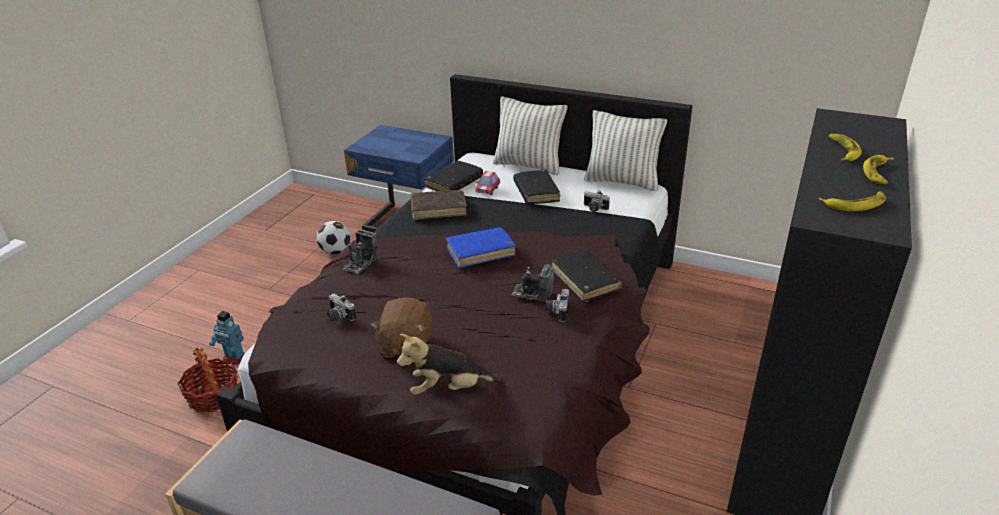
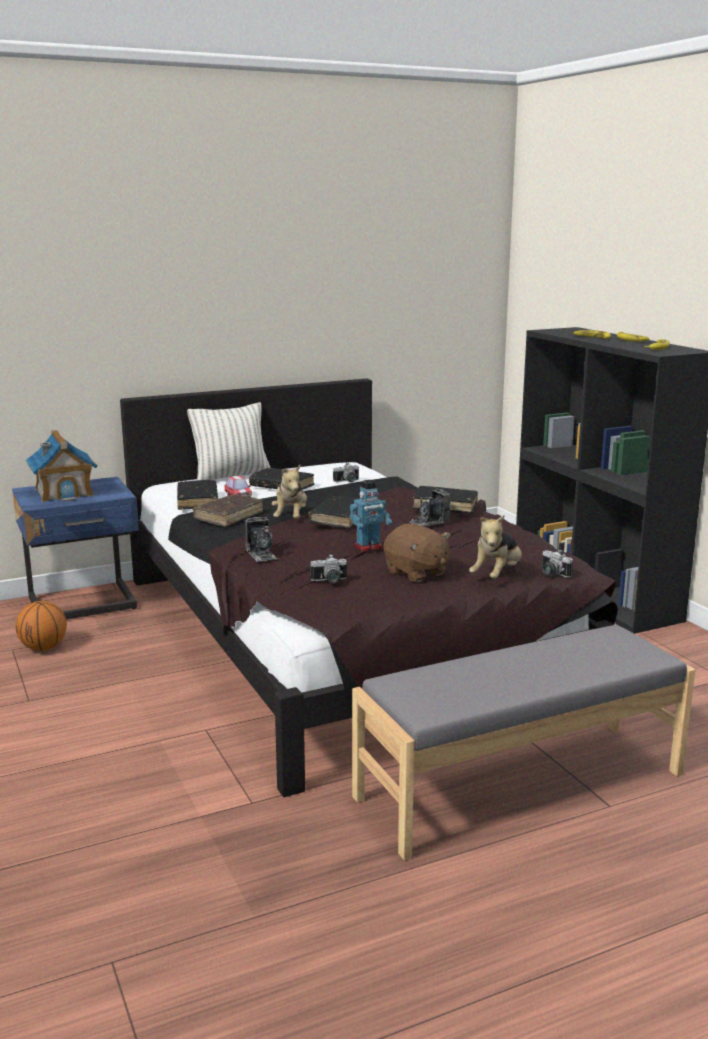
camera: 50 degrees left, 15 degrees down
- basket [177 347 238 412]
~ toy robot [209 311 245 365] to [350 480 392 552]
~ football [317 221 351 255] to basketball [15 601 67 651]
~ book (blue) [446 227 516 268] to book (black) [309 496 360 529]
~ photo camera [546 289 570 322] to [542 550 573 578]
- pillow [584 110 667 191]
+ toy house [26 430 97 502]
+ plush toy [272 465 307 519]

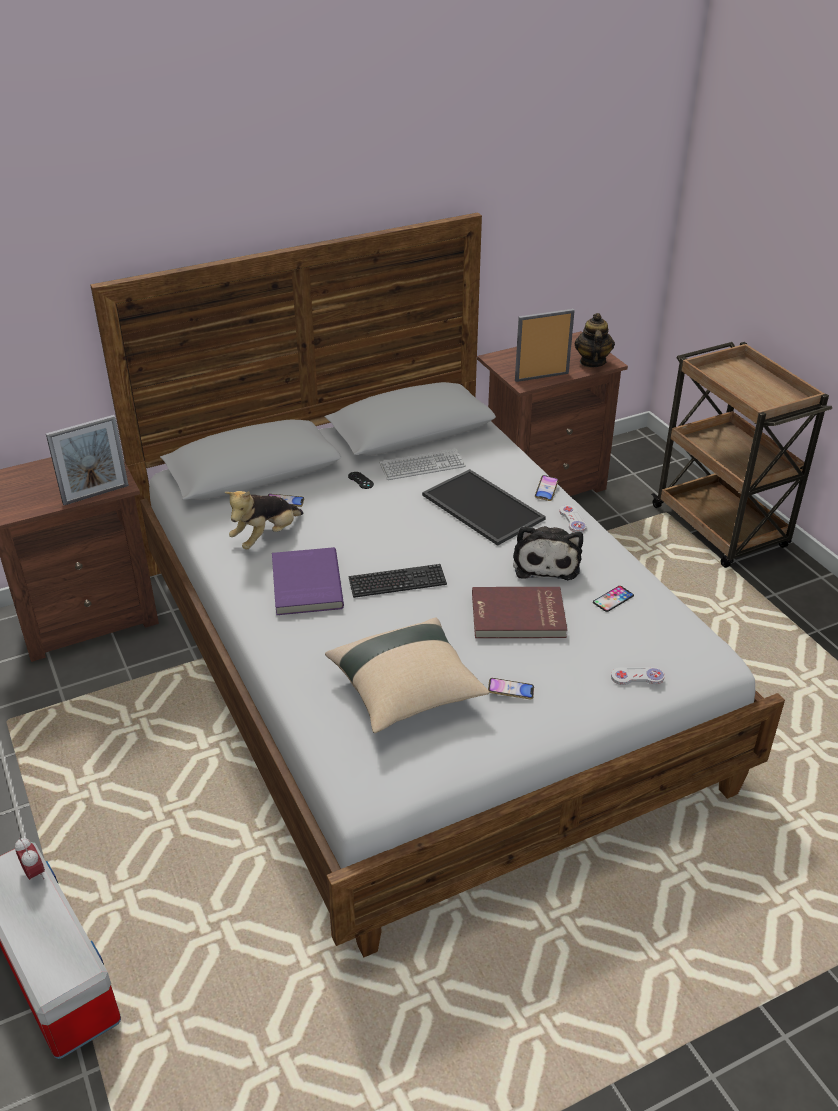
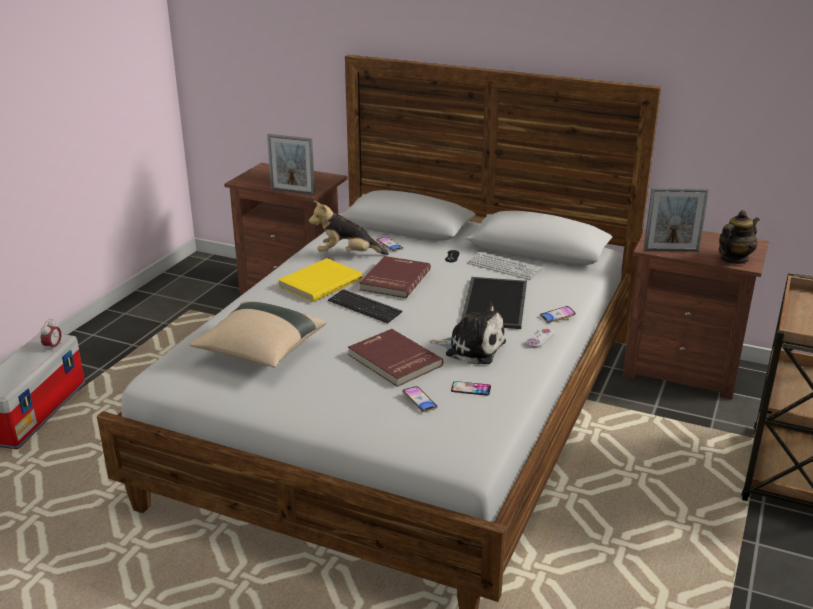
camera: 50 degrees right, 10 degrees down
~ book (purple) [272 547 344 615] to book (yellow) [278 258 362 302]
~ phone [488 678 534 699] to [402 386 437 412]
~ plush toy [513 526 583 580] = [430 302 506 364] 120 degrees counterclockwise
~ picture frame [515 309 575 382] = [644 187 709 252] 150 degrees clockwise
- game controller (white) [611 667 665 685]
+ book (red) [359 256 431 298]

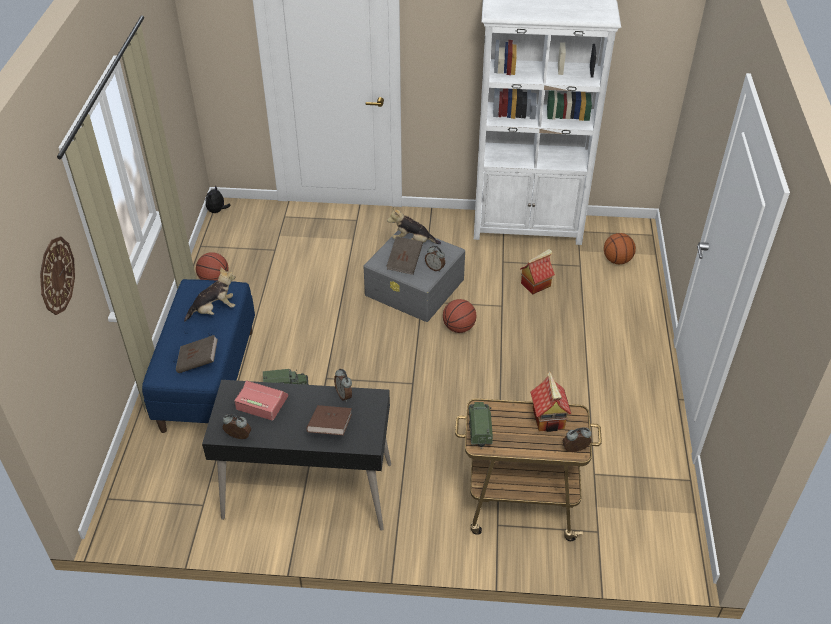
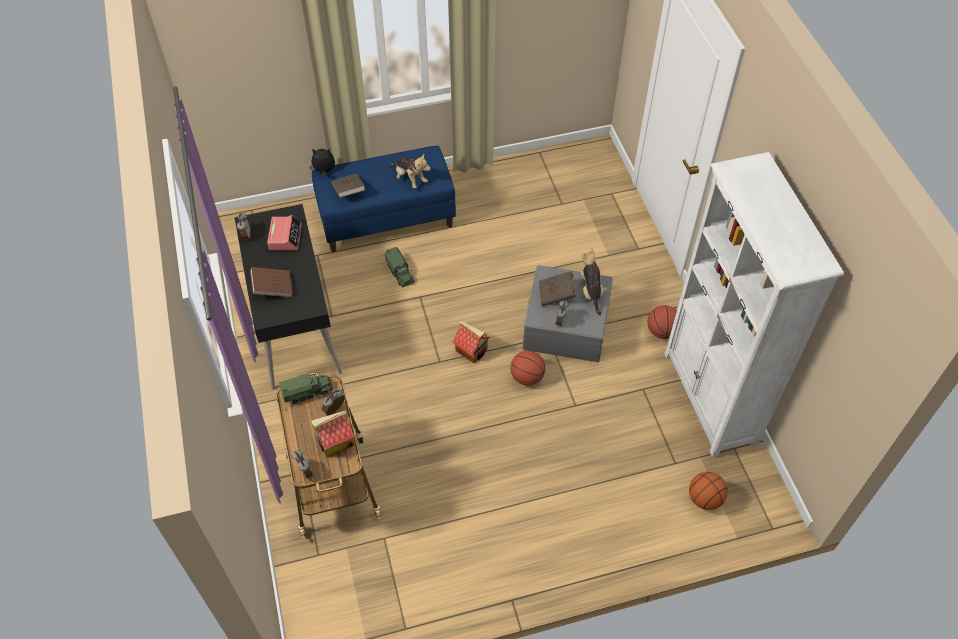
camera: 70 degrees right, 10 degrees up
- wall clock [40 236 75 315]
~ basketball [196 252 228 281] to [647 305 677 339]
~ plush toy [206 185 231 214] to [310 148 335 177]
~ alarm clock [334 369 352 402] to [322 389 345 415]
~ toy house [520 249 555 295] to [453 320 490 364]

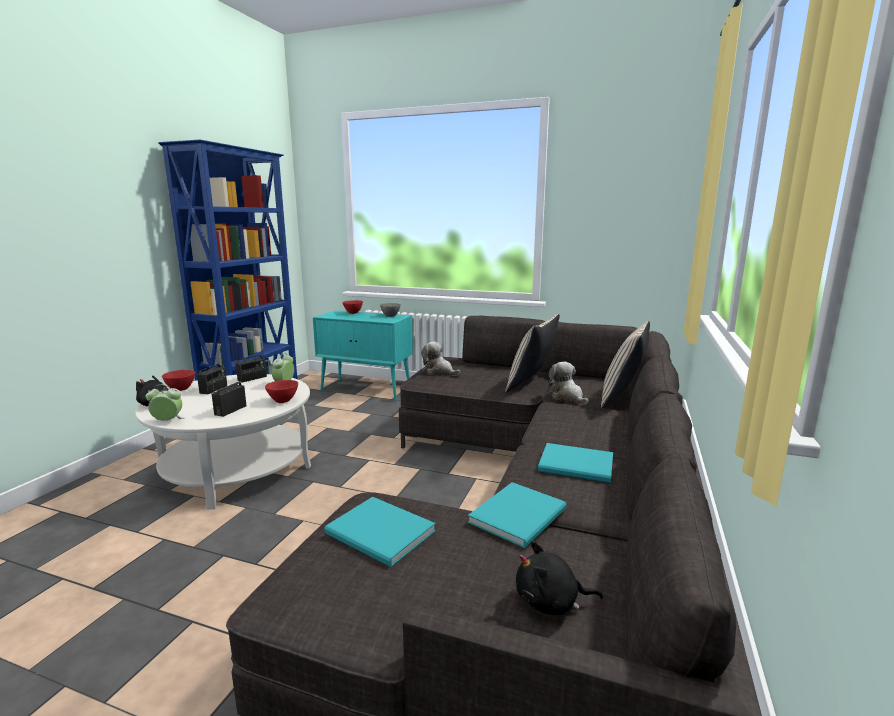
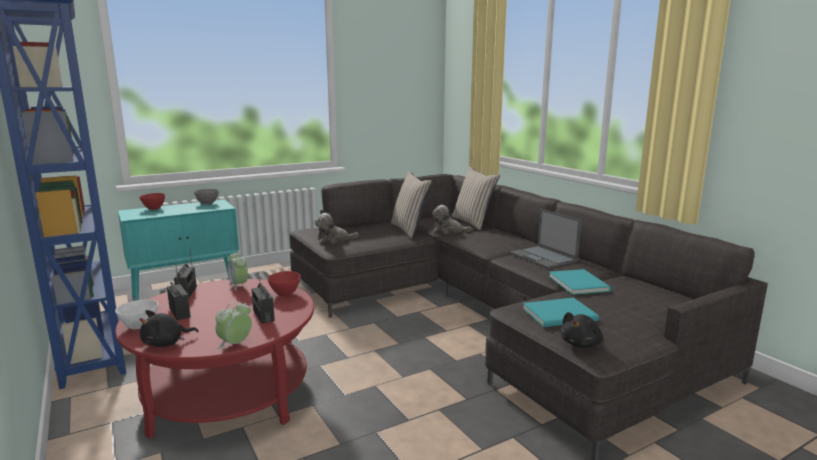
camera: 50 degrees left, 0 degrees up
~ coffee table (white) [135 374 311 510] to coffee table (red) [115 279 314 439]
~ bowl (red) [162 370 195 391] to bowl (white) [115 300 158 330]
~ plush toy (black) [516 541 603 615] to [561 312 603 348]
~ book (turquoise) [538 443 613 483] to laptop [509 209 581 269]

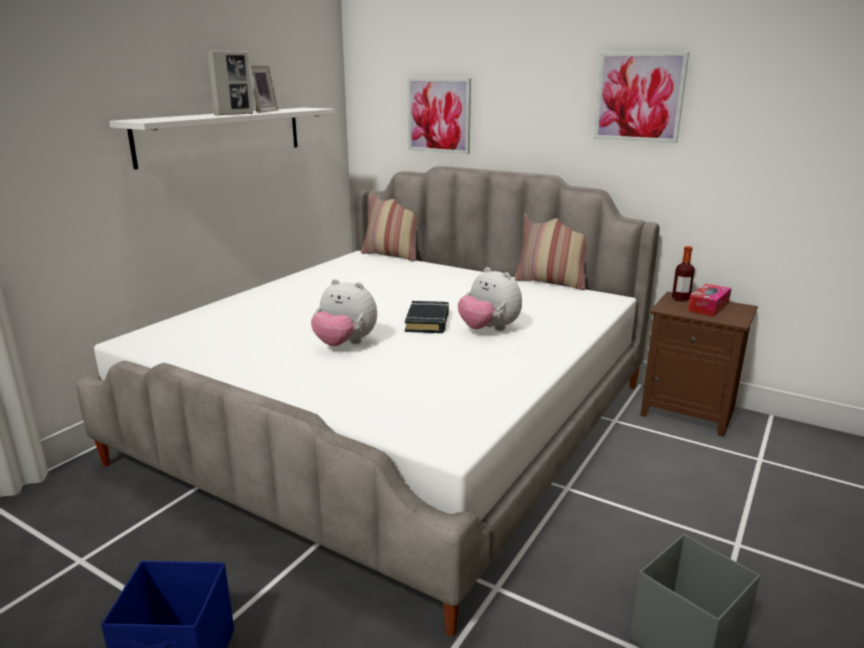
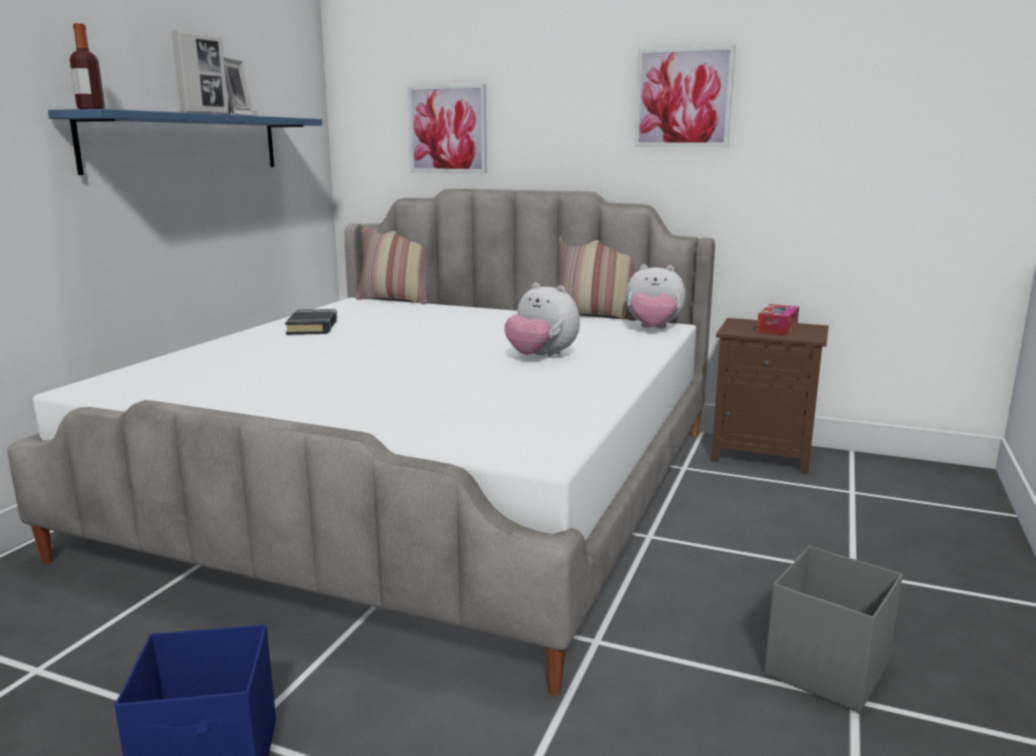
camera: 10 degrees left, 5 degrees down
~ shelf (white) [109 108 335 169] to shelf (blue) [48 109 322 175]
~ plush toy [311 279 377 346] to [626 264 686 328]
~ book (black) [405 301 449 333] to [285 309 337 335]
~ bottle [672 246 695 302] to [70 23 105 109]

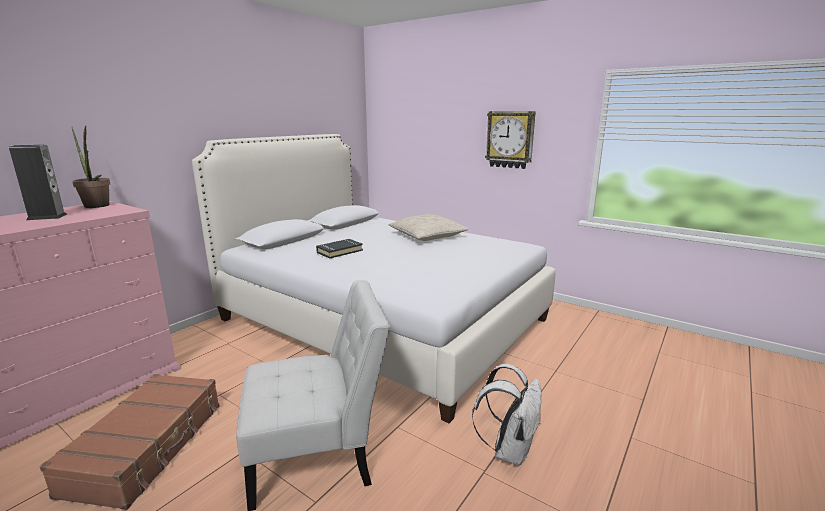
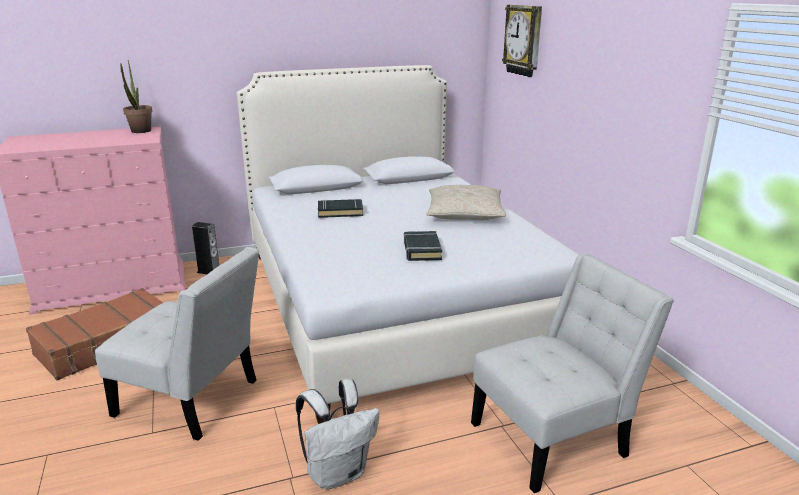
camera: 35 degrees right, 5 degrees up
~ speaker [9 145 67 220] to [192 222 219 274]
~ wall clock [485 111 536 169] to [502 5 542 77]
+ book (black) [404 231 442 261]
+ chair (white) [471 254 674 493]

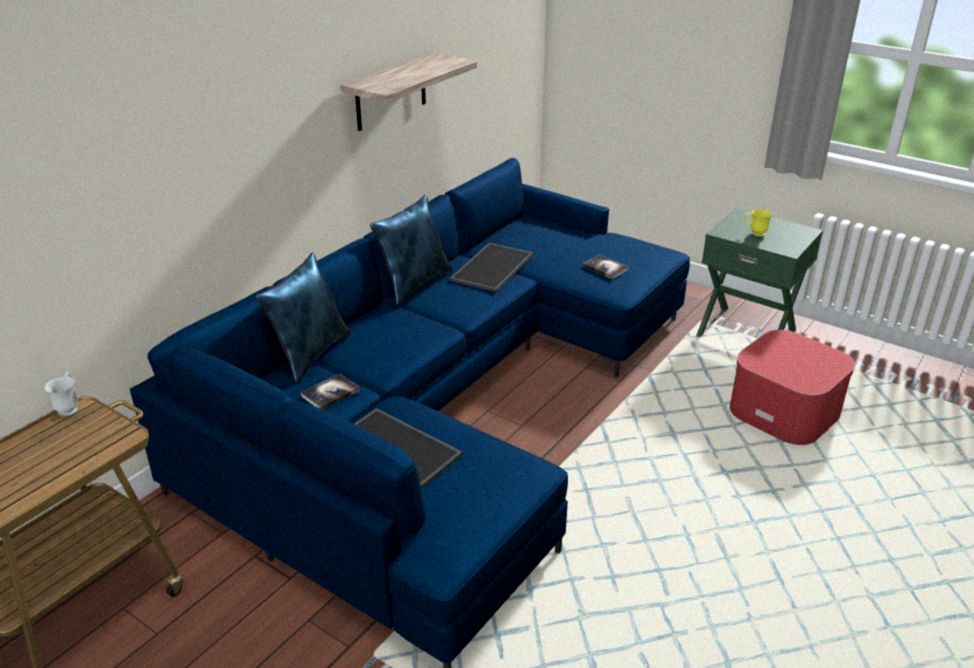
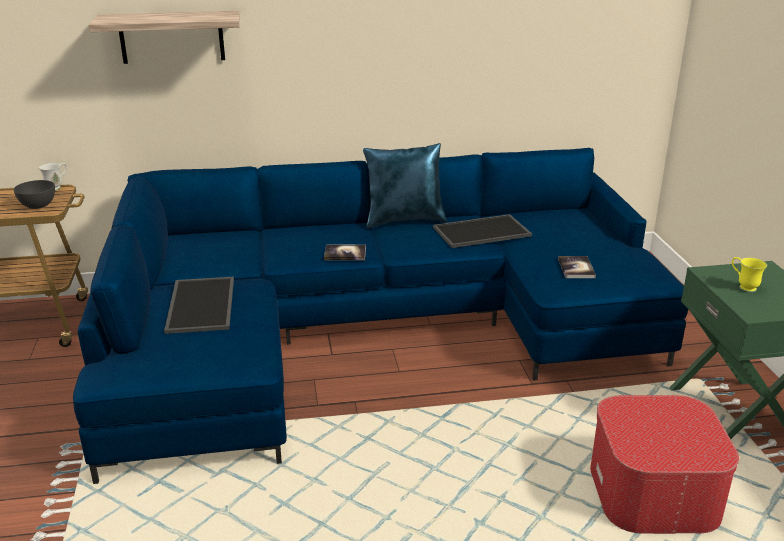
camera: 45 degrees right, 5 degrees down
- pillow (blue) [256 253 351 384]
~ book [301 374 360 409] to [324 244 366 260]
~ shelf [341 52 477 131] to [88 11 240 64]
+ bowl (grey) [14 180 55 209]

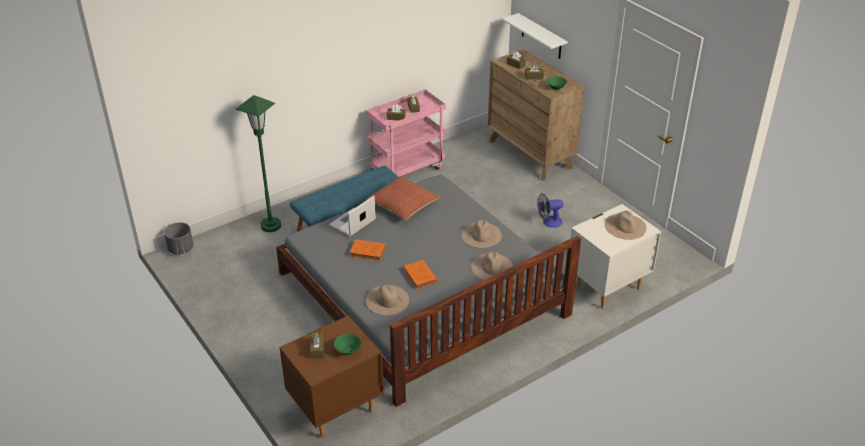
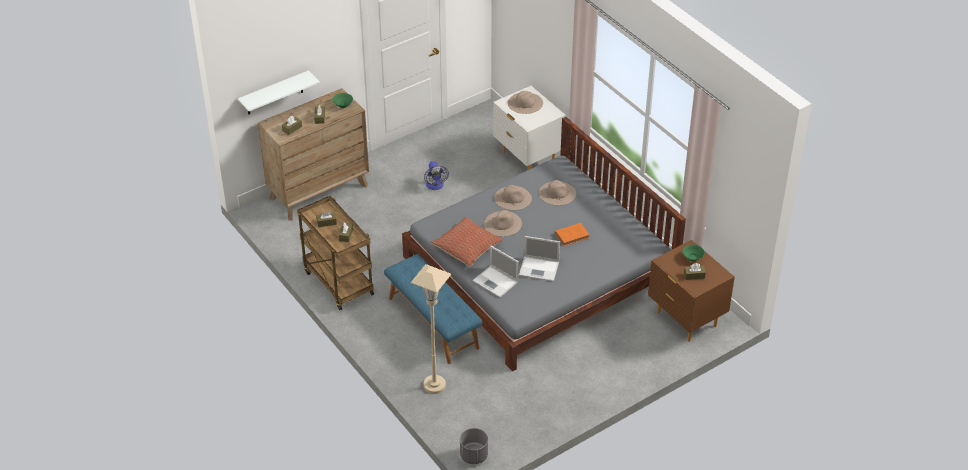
camera: 90 degrees left, 5 degrees up
~ floor lamp (green) [235 95 281 232] to floor lamp (beige) [411 264 451 394]
~ book (orange) [350 240 386 261] to laptop [519 236 560 281]
~ hat (beige) [365 285 409 315] to [484 210 522 237]
~ cart (pink) [366 89 446 177] to cart (brown) [297 196 374 310]

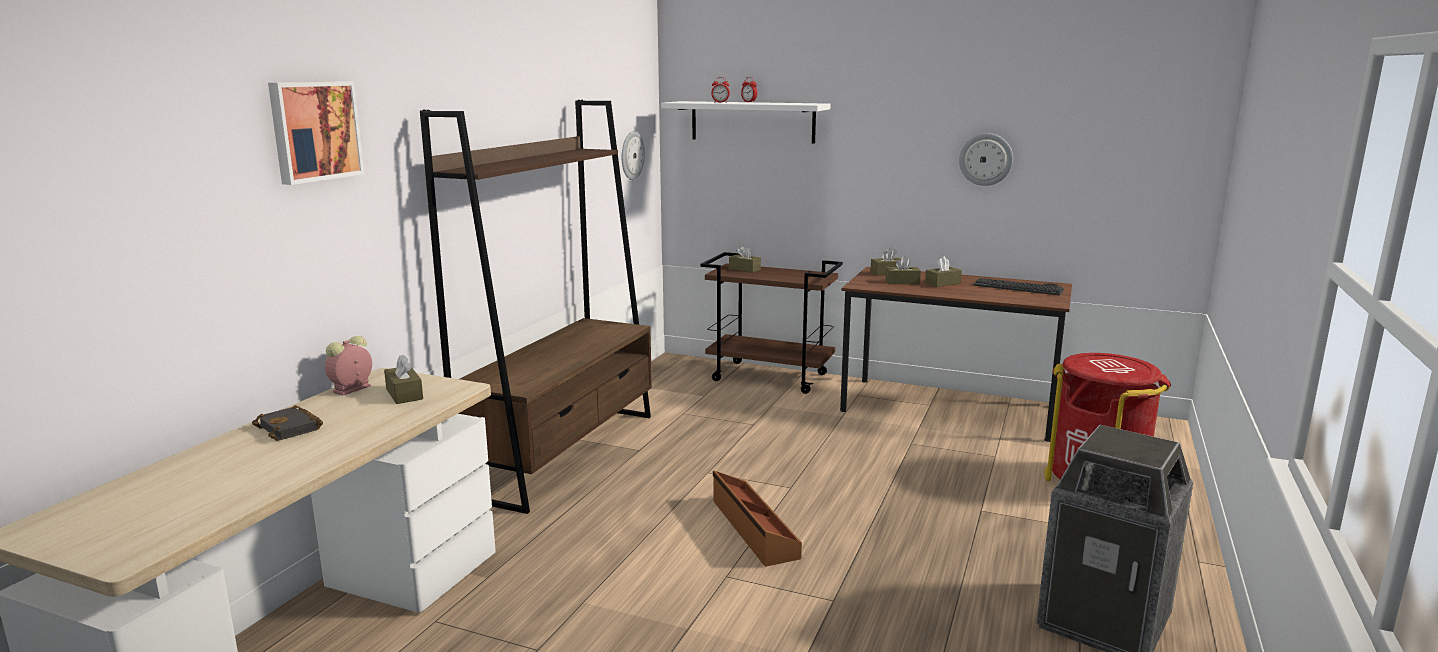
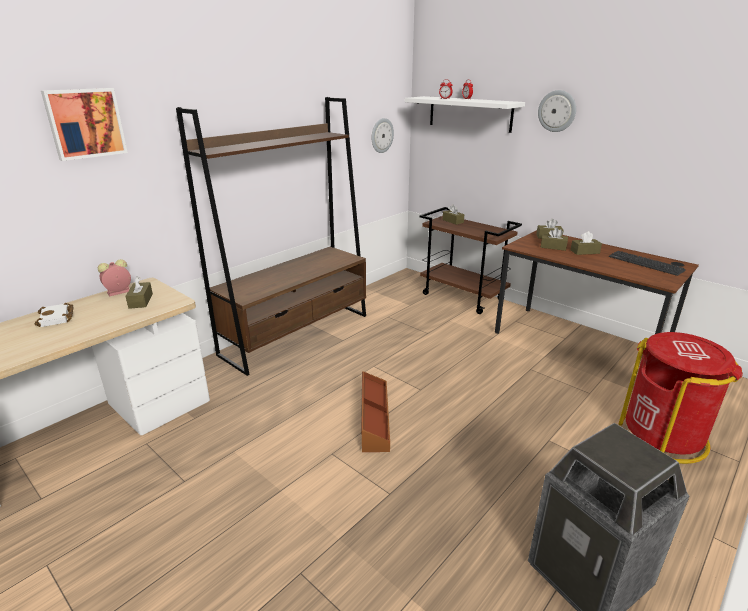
camera: 20 degrees right, 10 degrees up
~ book (black) [252 405 323 441] to book (white) [35 303 73 327]
~ wall clock [959 133 1013 186] to [538 90 576 132]

